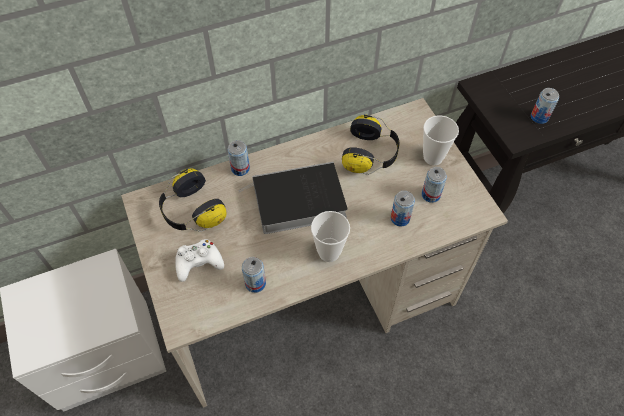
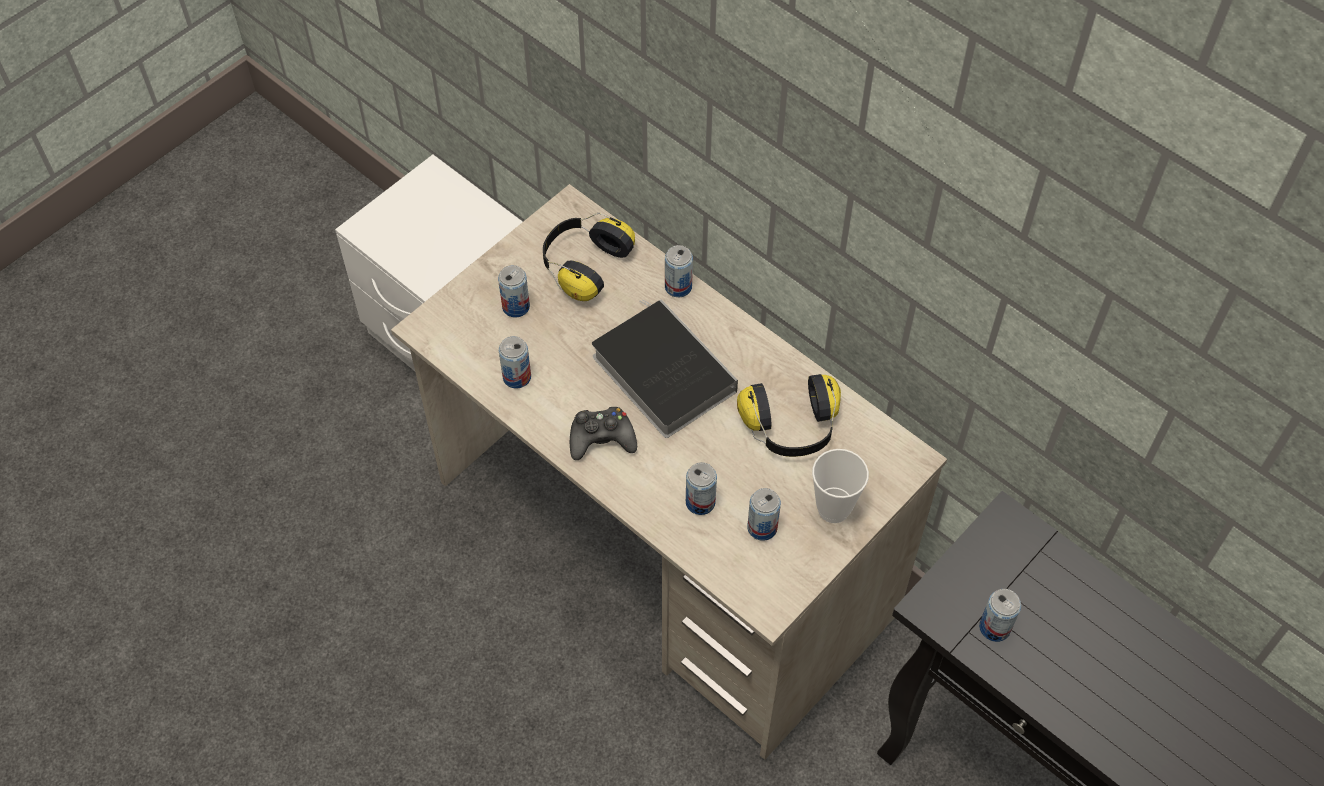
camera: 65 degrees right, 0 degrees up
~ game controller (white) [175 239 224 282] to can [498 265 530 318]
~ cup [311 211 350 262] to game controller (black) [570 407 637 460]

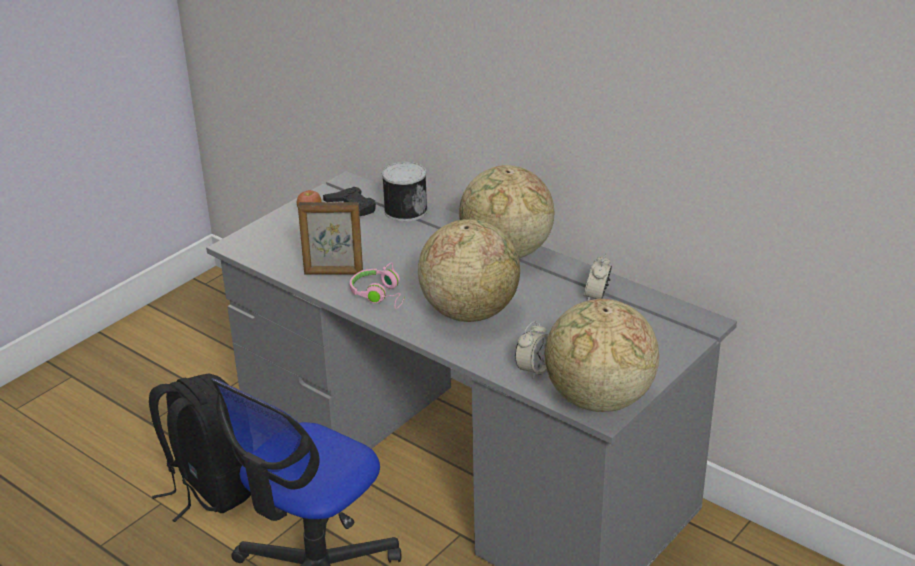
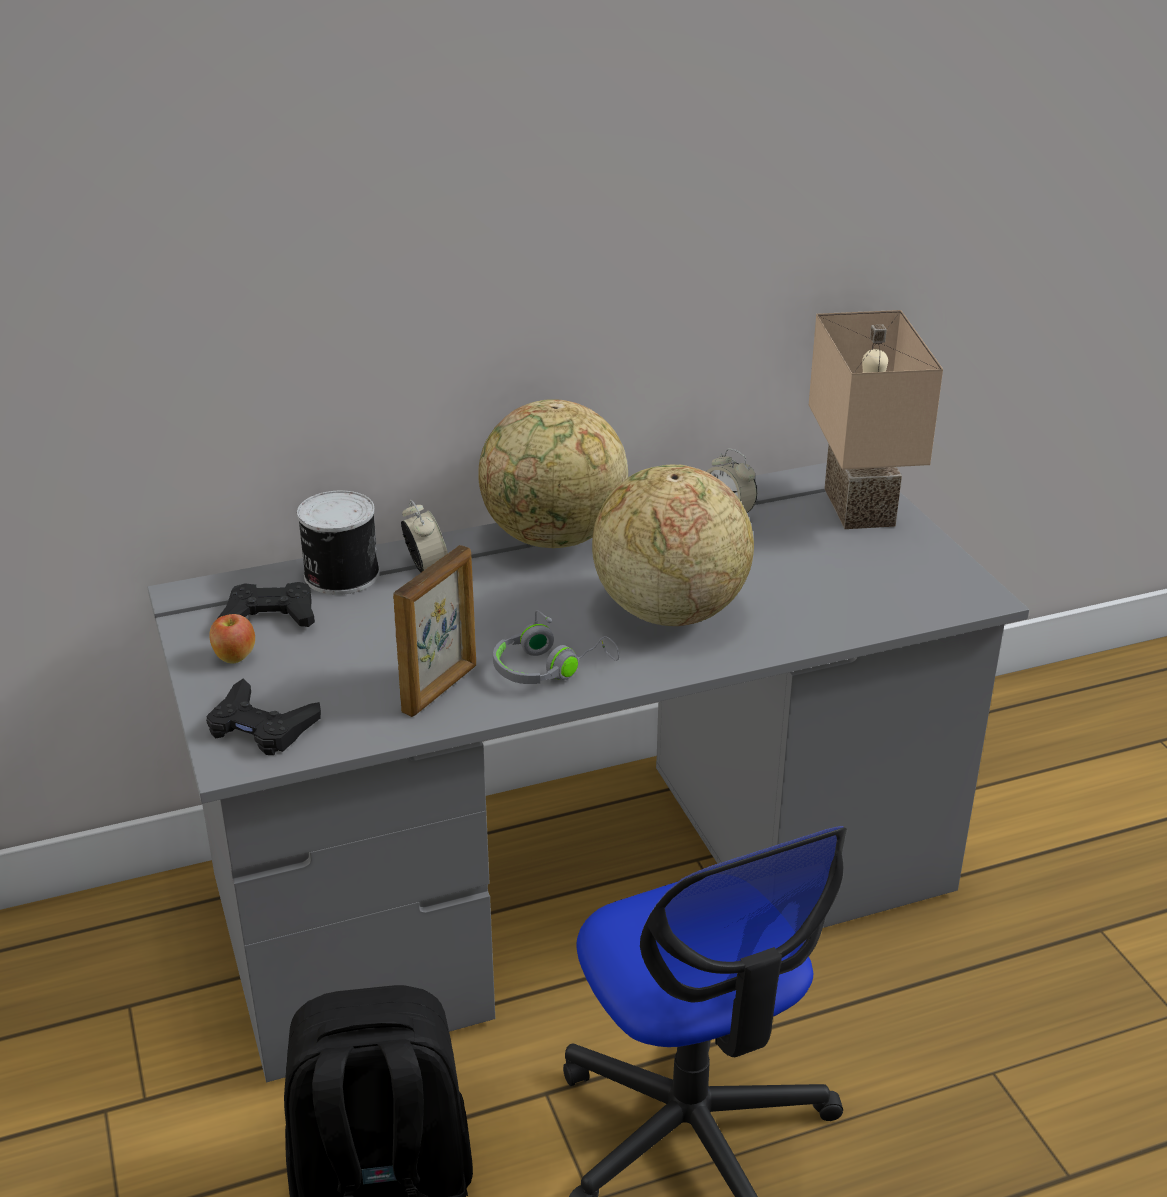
camera: 60 degrees left, 0 degrees up
~ headphones (pink) [350 262 405 309] to headphones (grey) [493 610 619 684]
~ alarm clock [515 321 548 379] to [401 500 448 573]
- globe [545 299 659 412]
+ game controller (black) [206 679 321 755]
+ table lamp (beige) [809 310 943 529]

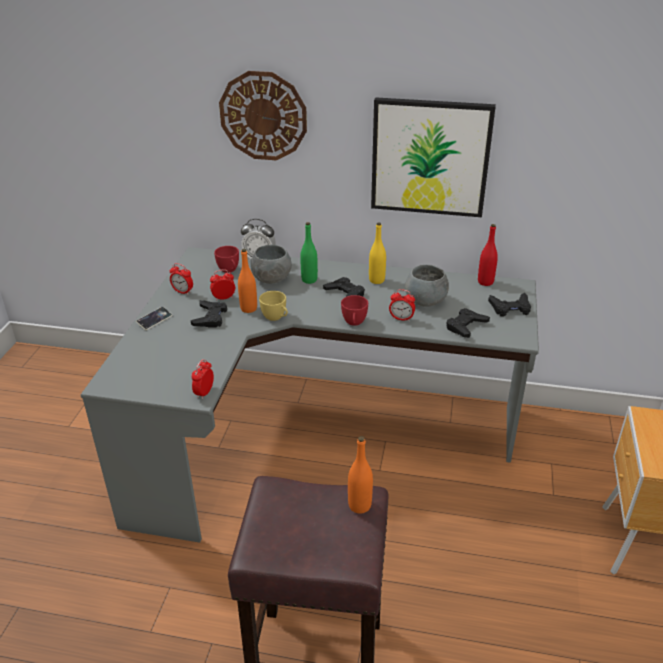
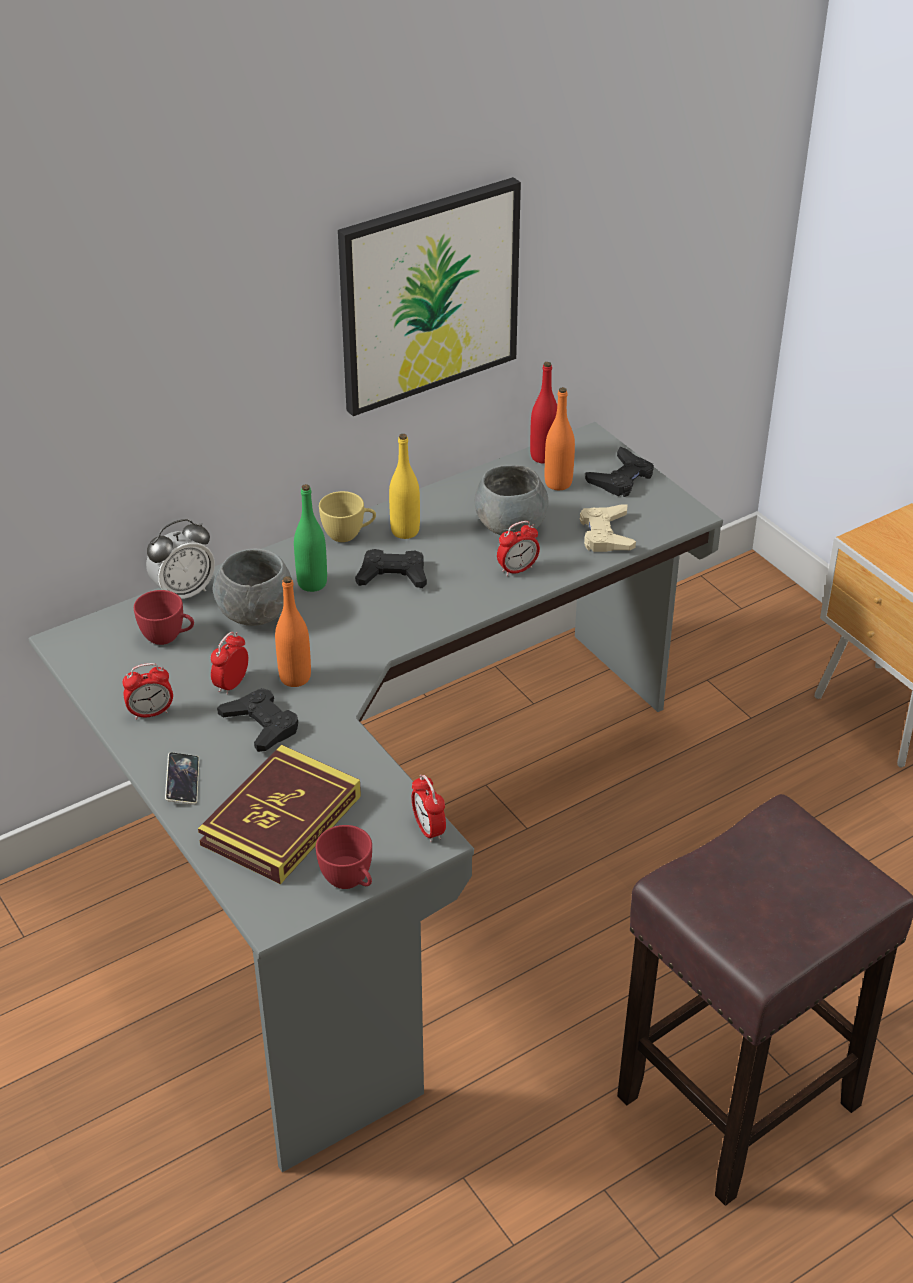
camera: 45 degrees left, 5 degrees up
- wall clock [219 71 307 160]
~ cup (yellow) [259 291 288 321] to [319 491 376 542]
~ cup (red) [341 295 368 326] to [316 825 372 889]
~ bottle (orange) [348 436 373 514] to [545 387 575 490]
~ game controller (black) [446 308 490 338] to game controller (beige) [580 505 636 552]
+ book [198 745 361 884]

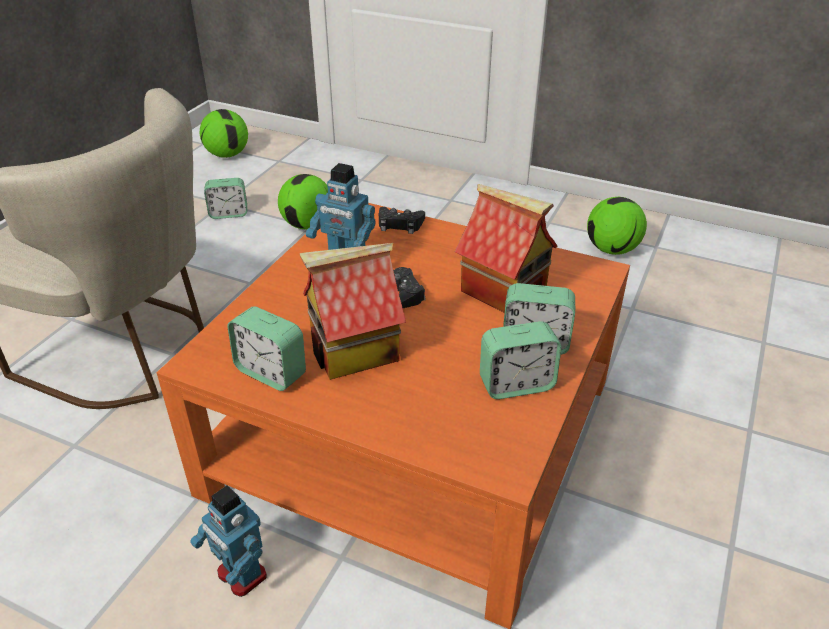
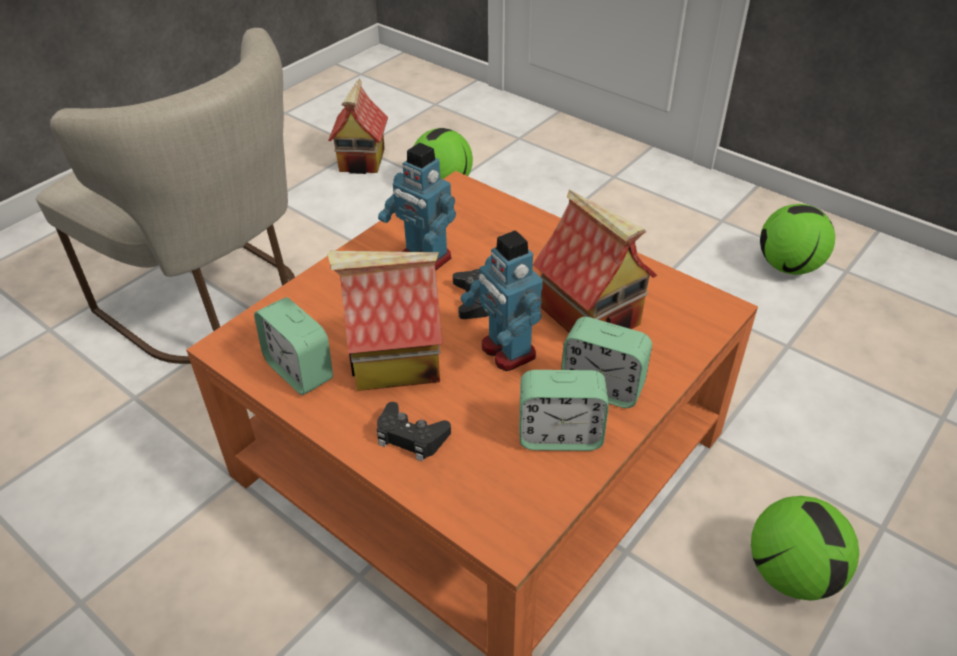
camera: 15 degrees right, 5 degrees up
~ toy robot [190 486 267 597] to [460 230 543 371]
~ football [200 109 248 158] to [751 496 859 600]
~ alarm clock [204 178 247 219] to toy house [328 79 388 174]
~ game controller (black) [379 207 425 234] to [377 402 451 461]

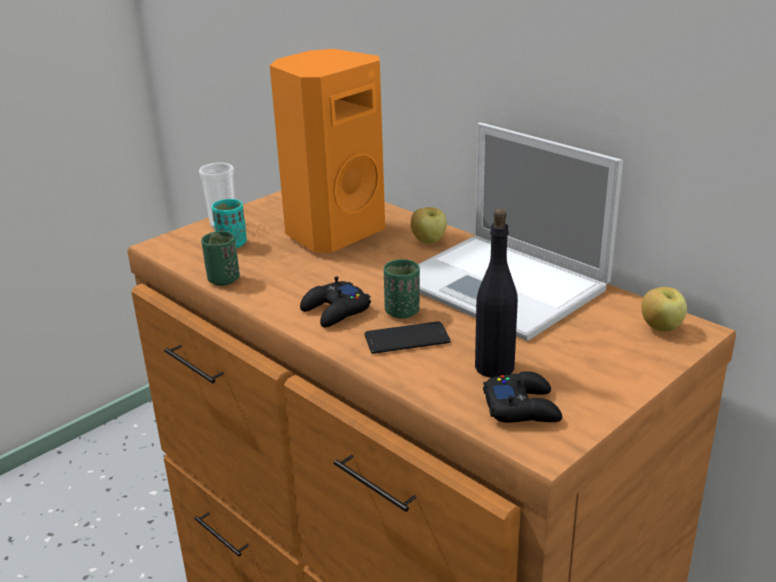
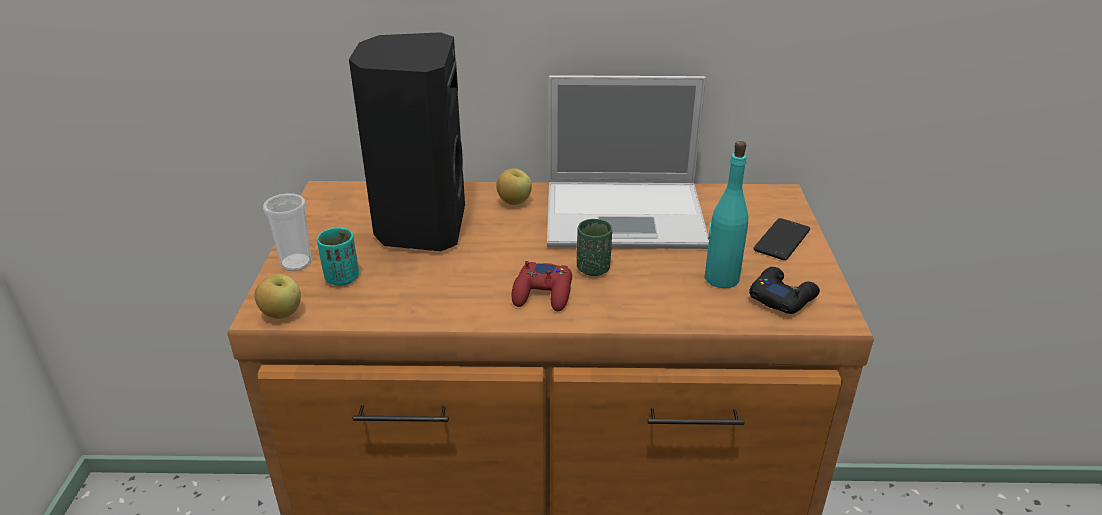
camera: 45 degrees left, 5 degrees up
- cup (green) [201 231 240 286]
~ speaker (orange) [270 49 385 252] to speaker (black) [349 32 465 251]
~ game controller (black) [300 276 371 327] to game controller (red) [511 261 572 311]
~ phone [365 321 451 354] to [753 218 810 260]
~ bottle (black) [475 209 518 378] to bottle (turquoise) [704 141 748 288]
~ apple [641 287 687 331] to [254 274 301 319]

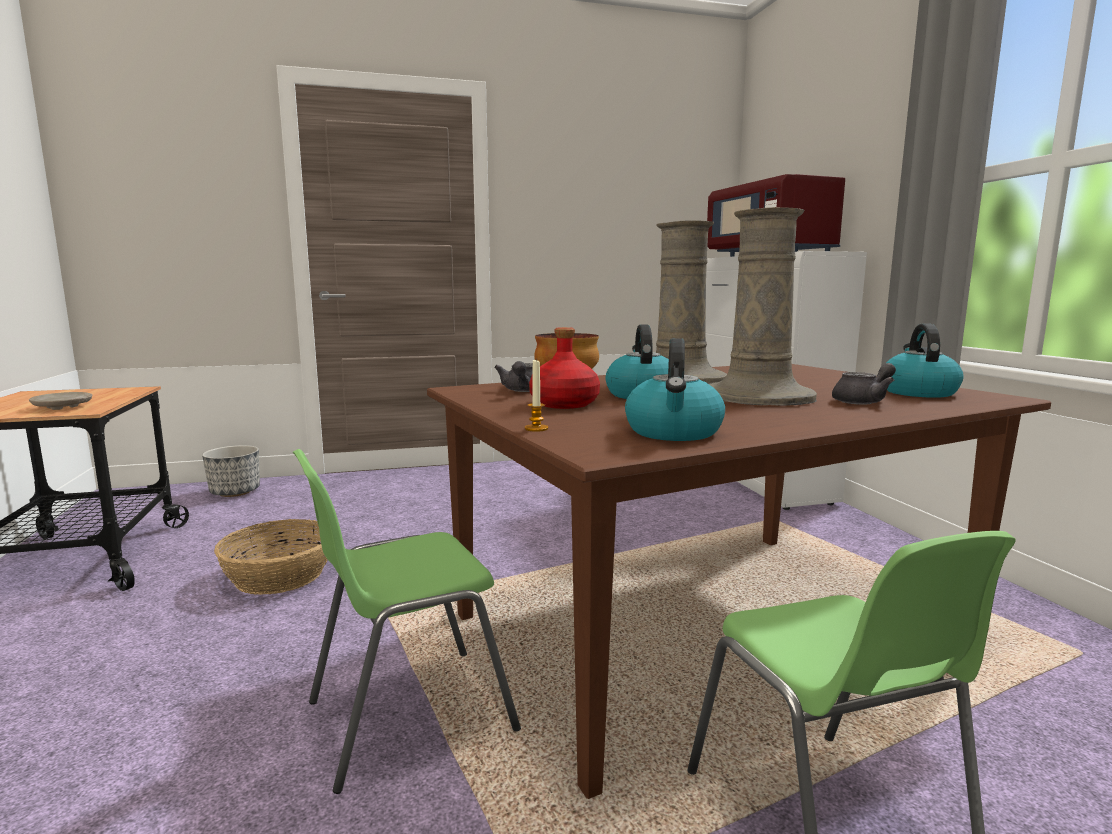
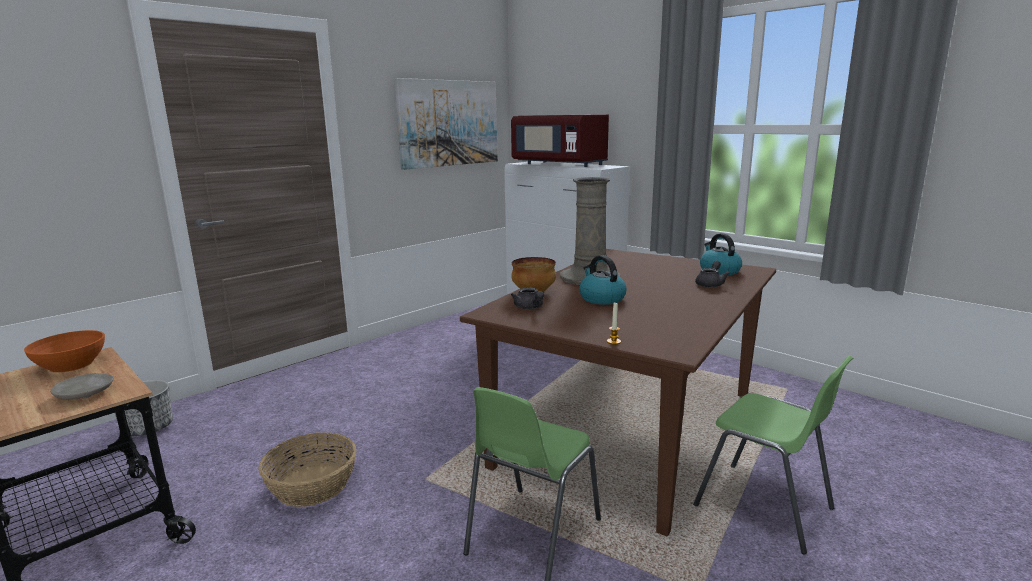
camera: 30 degrees left, 5 degrees up
- bottle (red) [529 327 600 409]
- kettle [625 338 725 441]
- vase (beige) [709 207 817 406]
+ bowl (orange) [24 330 105 373]
+ picture [395 78 498 170]

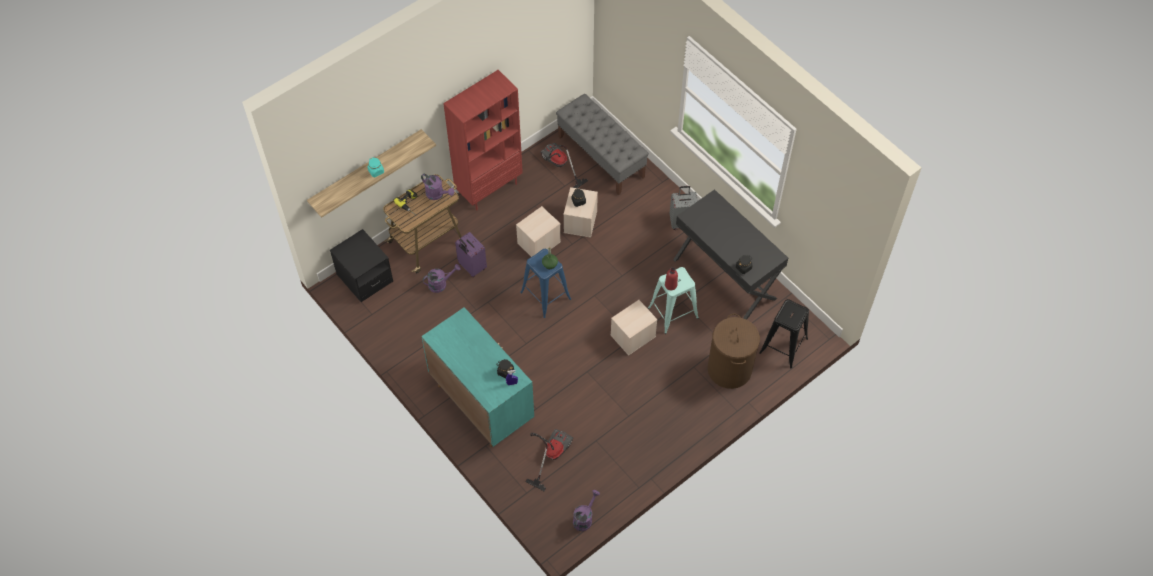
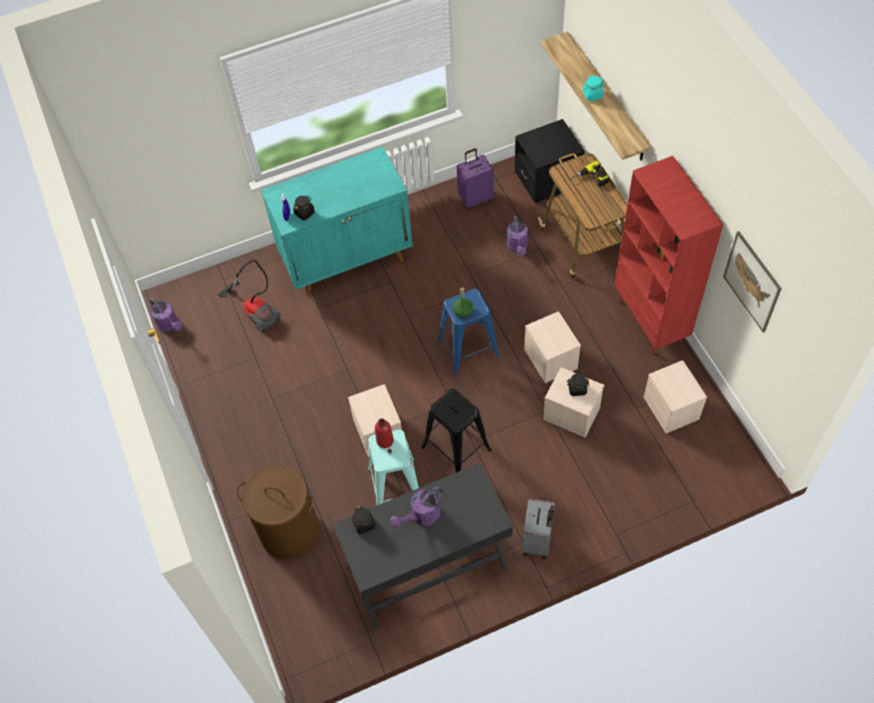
camera: 110 degrees right, 0 degrees up
~ watering can (purple) [421 174 455 200] to [390 486 443 528]
~ suitcase (purple) [455 232 487 277] to [456 148 494 210]
~ vacuum cleaner [540 143 588 188] to storage box (beige) [643 360 707 433]
- bench (grey) [556 94 649 196]
~ stool (black) [759 299 809 368] to [422 389 491 473]
+ picture [723 231 782 333]

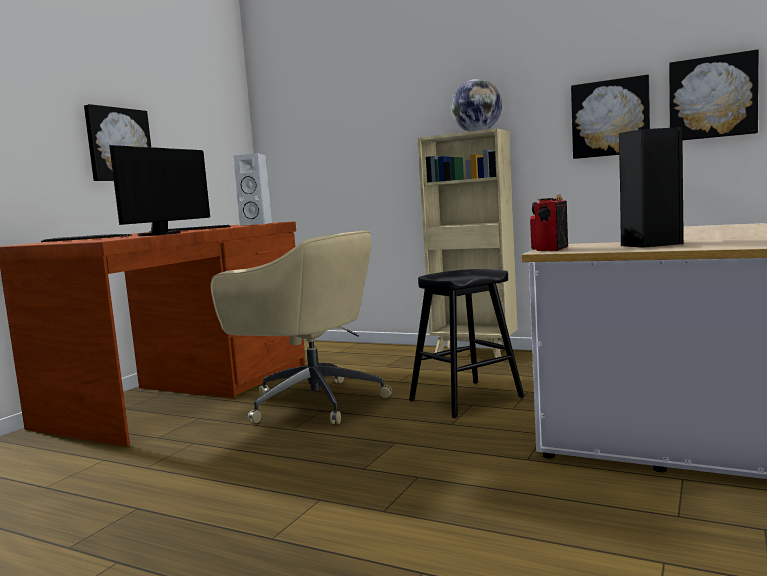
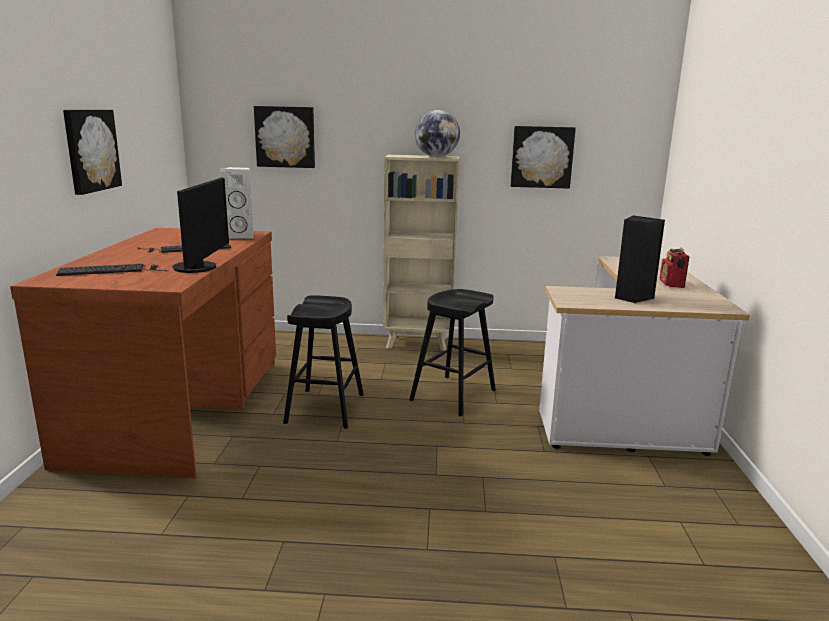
camera: 25 degrees left, 10 degrees up
~ office chair (beige) [211 231 392 424] to stool (black) [283 295 364 429]
~ radio [530 195 568 252] to [660 247 690 288]
~ picture [669 49 759 141] to [254 106 315 168]

